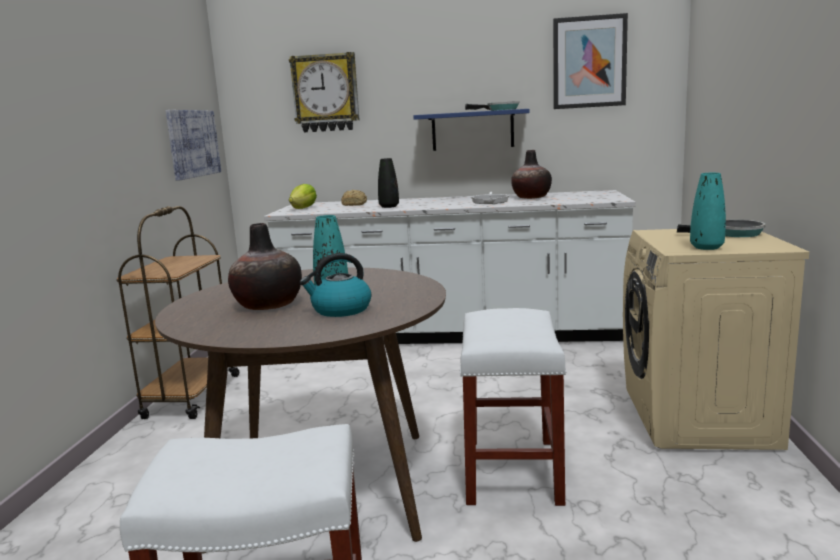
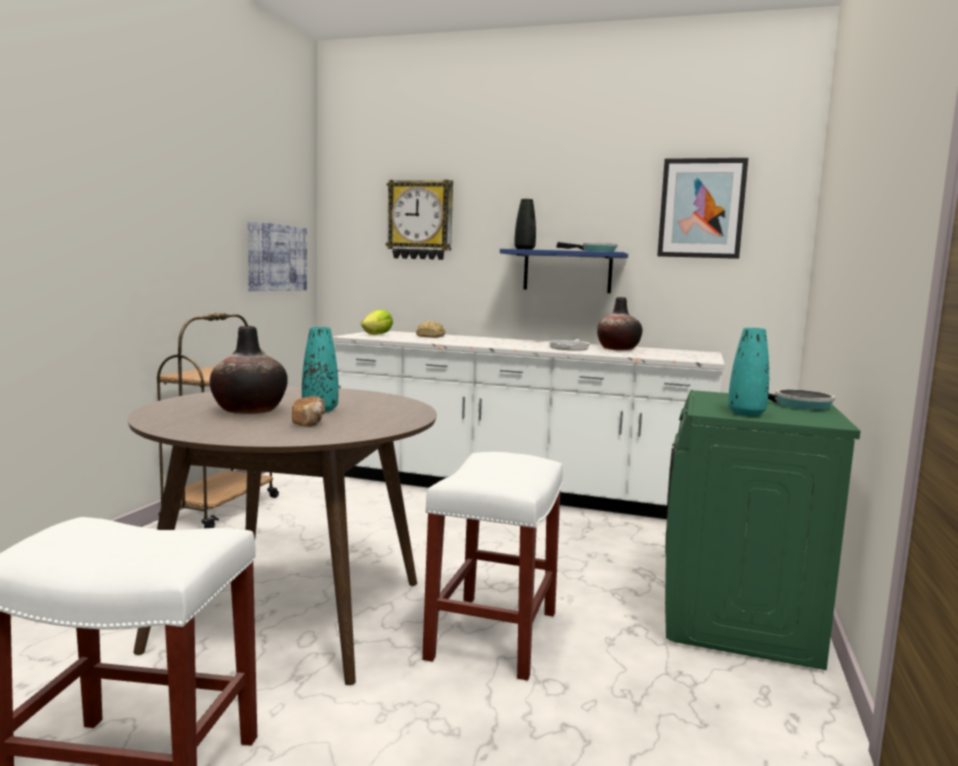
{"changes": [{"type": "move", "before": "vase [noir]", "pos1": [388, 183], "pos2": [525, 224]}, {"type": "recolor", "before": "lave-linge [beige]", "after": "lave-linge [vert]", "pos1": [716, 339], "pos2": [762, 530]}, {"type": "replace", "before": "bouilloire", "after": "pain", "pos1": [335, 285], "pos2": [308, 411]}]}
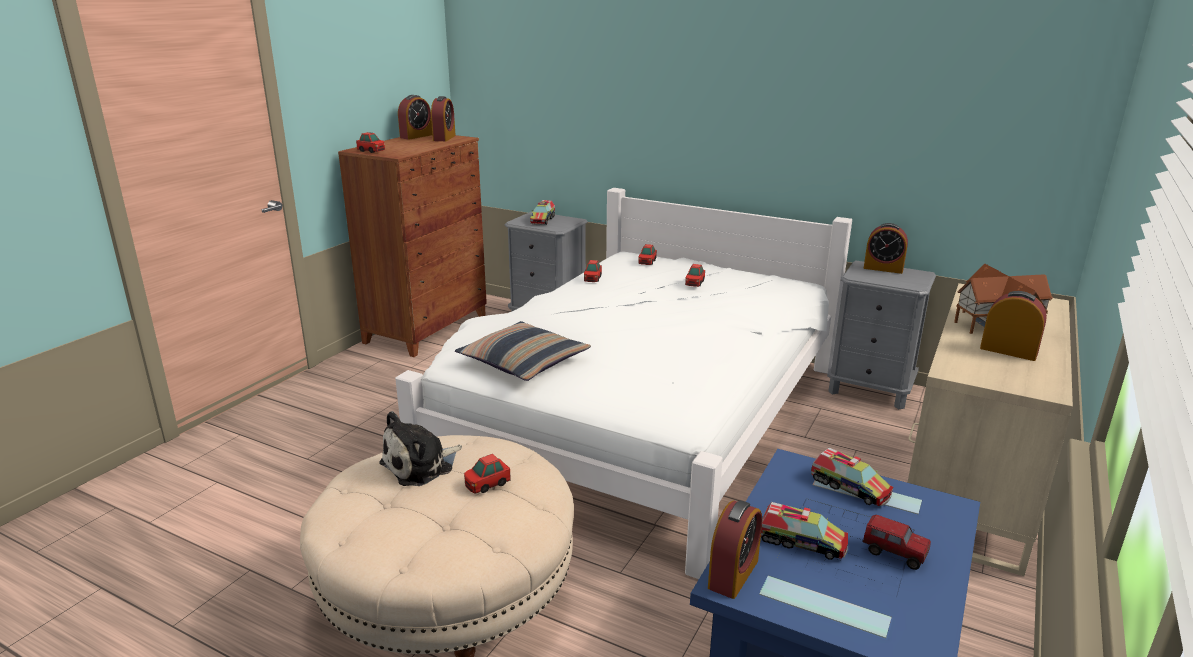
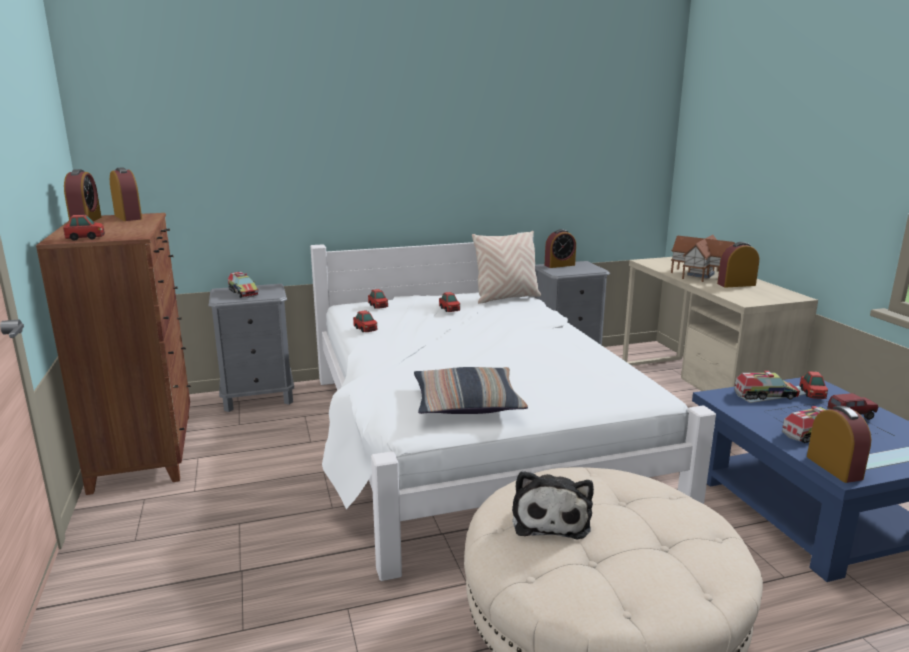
{"changes": [{"type": "move", "before": "petite voiture", "pos1": [487, 474], "pos2": [813, 385]}, {"type": "insert", "after": "coussin [beige]", "pos2": [506, 267]}]}
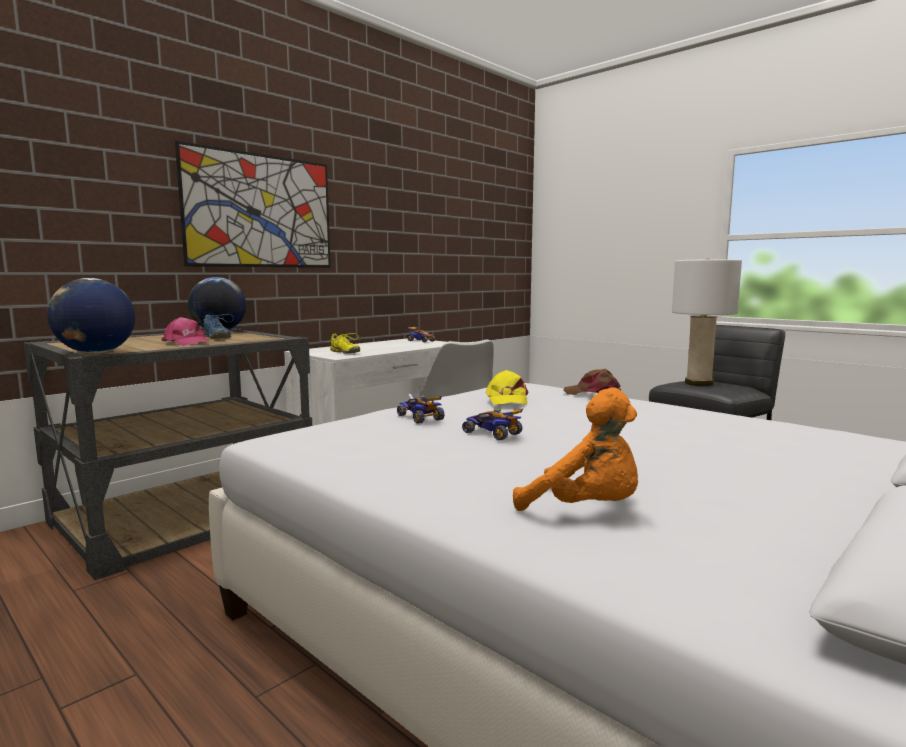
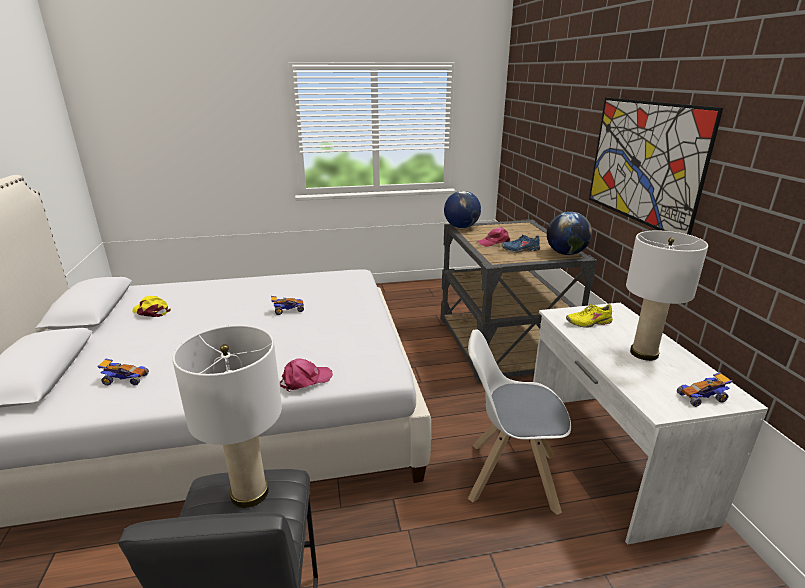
{"changes": [{"type": "recolor", "before": "casquette [marron]", "after": "casquette [rose]", "pos1": [592, 382], "pos2": [306, 375]}, {"type": "move", "before": "casquette [jaune]", "pos1": [507, 387], "pos2": [151, 306]}, {"type": "delete", "before": "peluche [orange]", "pos1": [575, 449]}, {"type": "move", "before": "petite voiture", "pos1": [420, 410], "pos2": [123, 372]}, {"type": "insert", "after": "lampe de table [blanc]", "pos2": [667, 296]}]}
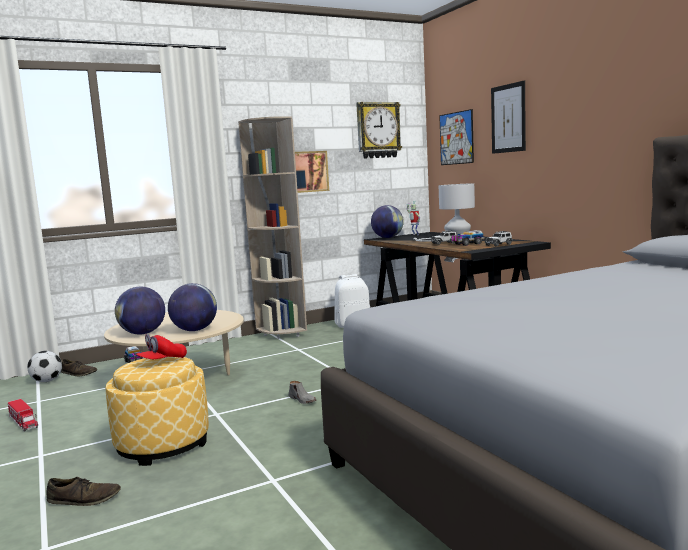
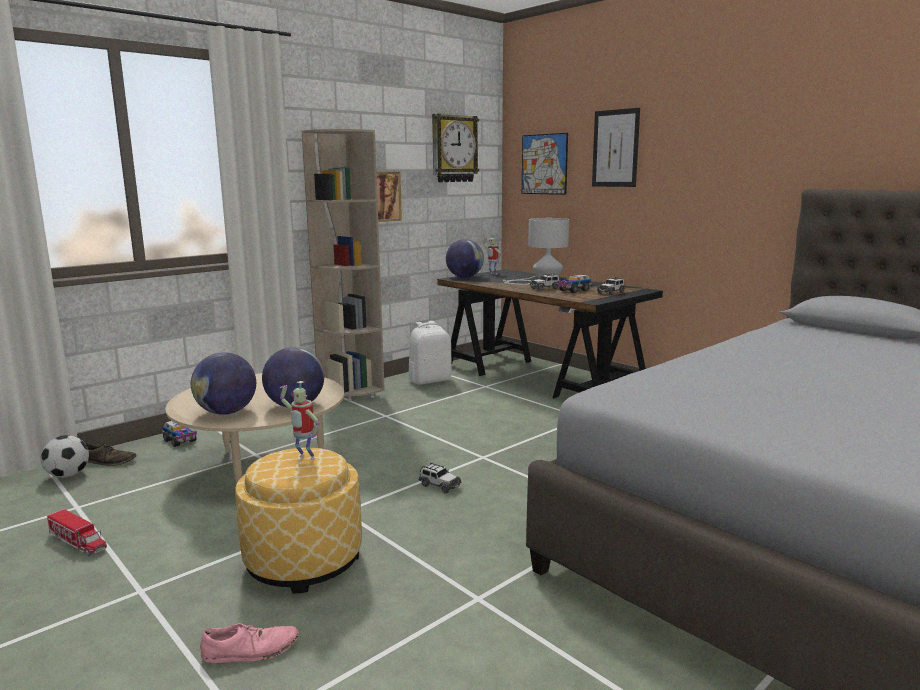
{"changes": [{"type": "replace", "before": "casquette [rouge]", "after": "robot jouet", "pos1": [161, 346], "pos2": [300, 420]}, {"type": "replace", "before": "chaussure [gris]", "after": "petite voiture", "pos1": [302, 392], "pos2": [440, 478]}, {"type": "recolor", "before": "chaussure [marron]", "after": "chaussure [rose]", "pos1": [83, 491], "pos2": [249, 643]}]}
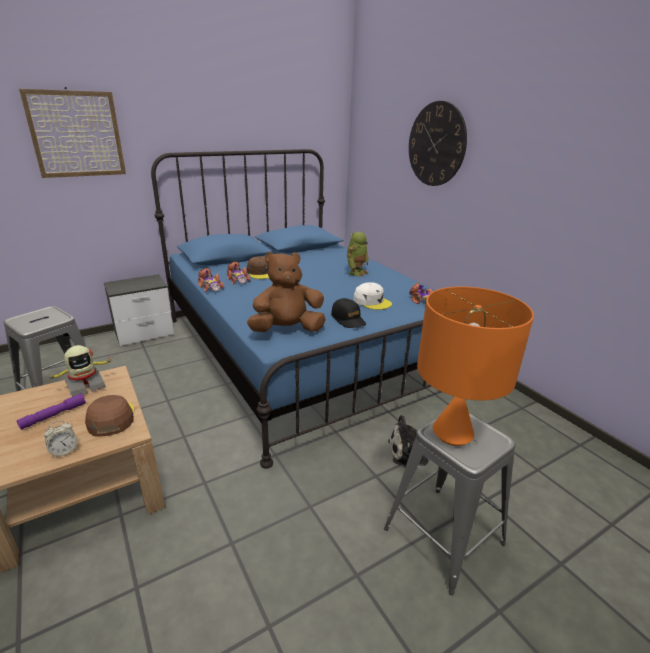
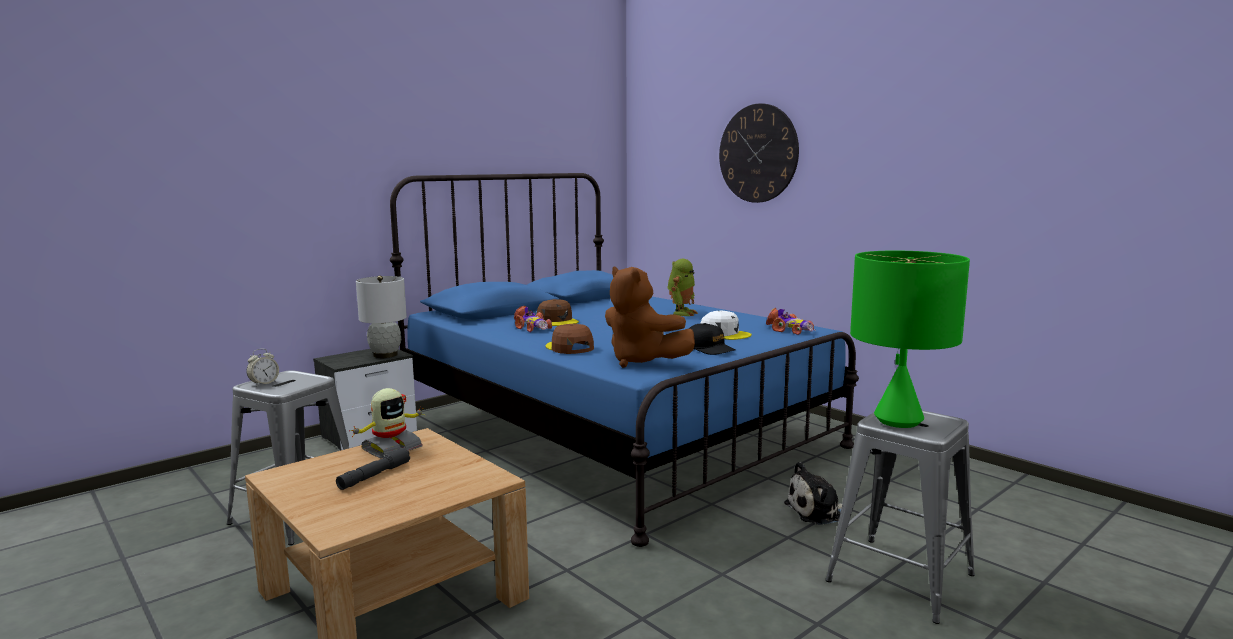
{"changes": [{"type": "delete", "before": "tableau", "pos1": [72, 132]}, {"type": "rotate", "before": "peluche [marron]", "pos1": [286, 292], "pos2": [650, 317], "turn": -105}, {"type": "delete", "before": "petite voiture", "pos1": [211, 280]}, {"type": "recolor", "before": "lampe de table [orange]", "after": "lampe de table [vert]", "pos1": [475, 366], "pos2": [910, 339]}, {"type": "recolor", "before": "lampe de poche [violet]", "after": "lampe de poche [gris]", "pos1": [51, 411], "pos2": [373, 469]}, {"type": "move", "before": "casquette [marron]", "pos1": [109, 416], "pos2": [570, 339]}, {"type": "move", "before": "réveil", "pos1": [60, 439], "pos2": [262, 367]}, {"type": "insert", "after": "lampe de table [blanc]", "pos2": [381, 317]}]}
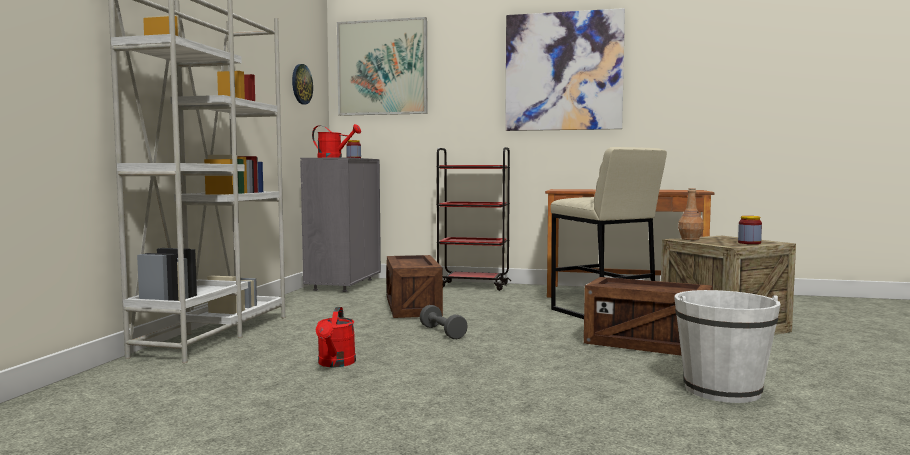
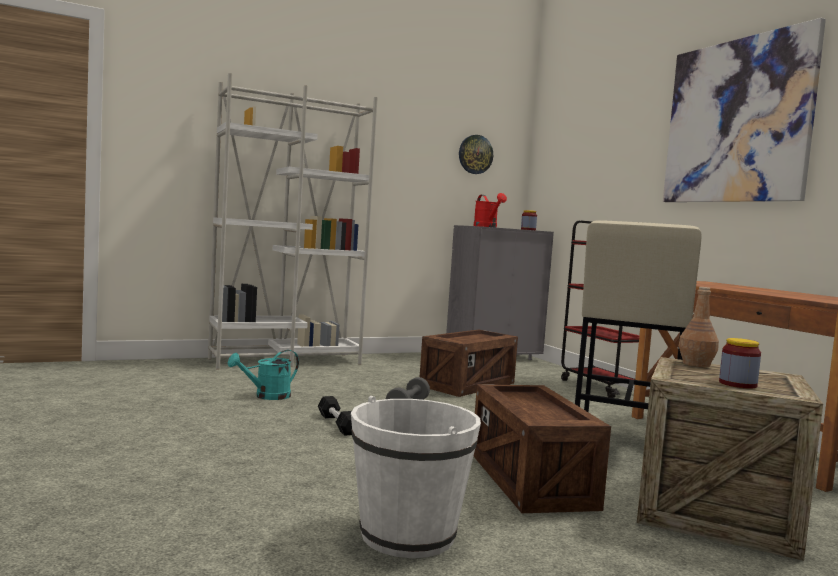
{"changes": [{"type": "delete", "before": "tableau", "pos1": [382, 66]}, {"type": "recolor", "before": "arrosoir [rouge]", "after": "arrosoir [turquoise]", "pos1": [335, 337], "pos2": [263, 375]}, {"type": "insert", "after": "haltère [noir]", "pos2": [335, 416]}]}
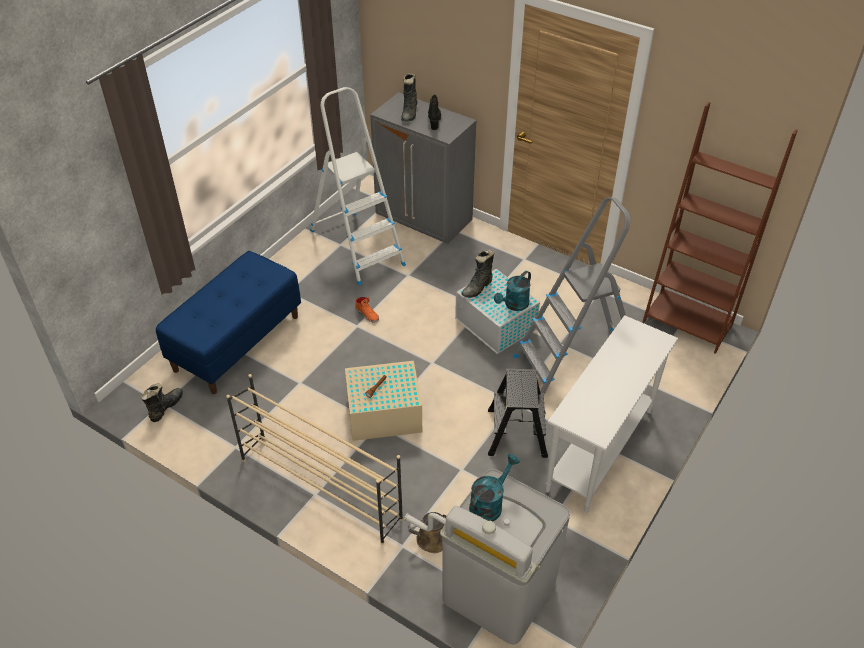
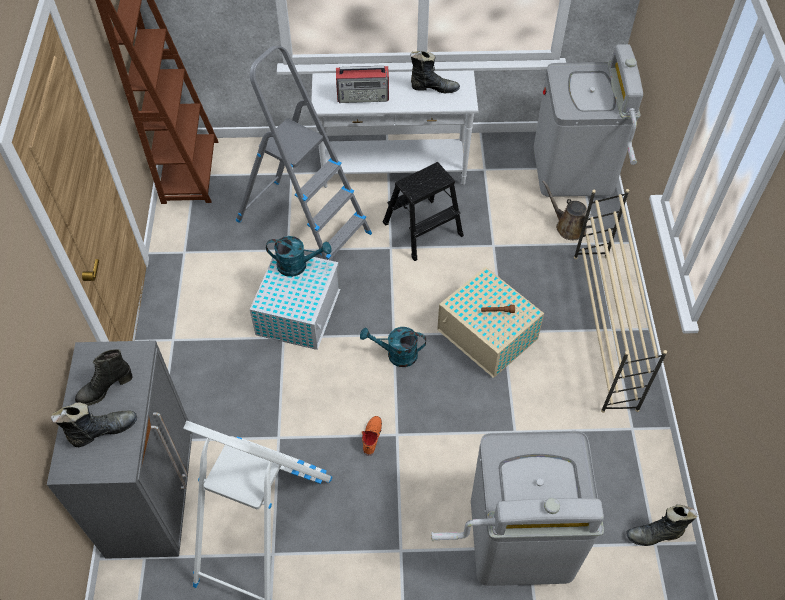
{"changes": [{"type": "move", "before": "botte [noir]", "pos1": [477, 274], "pos2": [435, 72]}, {"type": "replace", "before": "banc [bleu]", "after": "lave-linge [gris]", "pos1": [228, 322], "pos2": [517, 508]}, {"type": "move", "before": "arrosoir [turquoise]", "pos1": [494, 487], "pos2": [393, 347]}, {"type": "insert", "after": "radio", "pos2": [362, 84]}]}
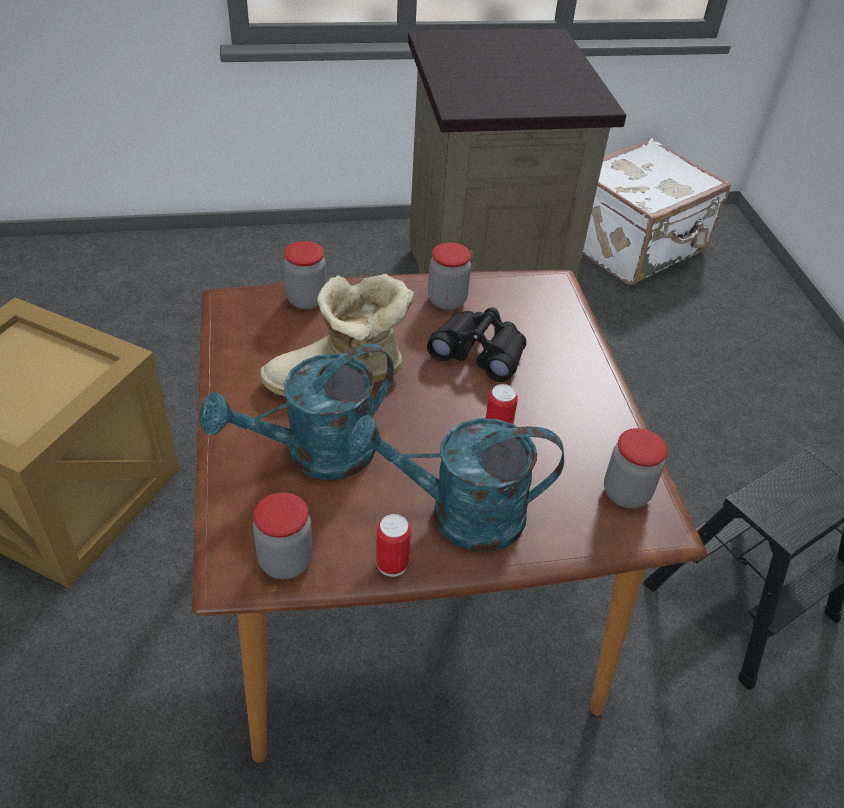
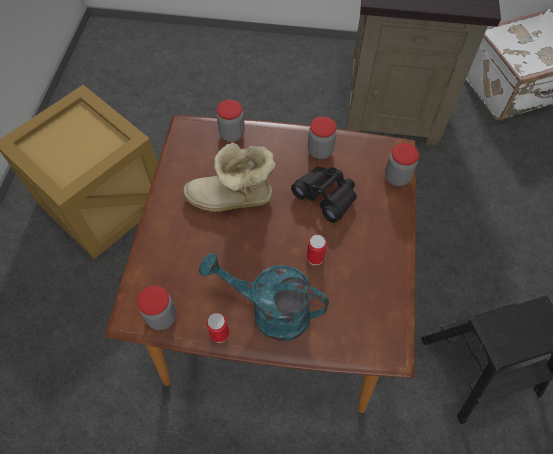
{"changes": [{"type": "delete", "before": "arrosoir [turquoise]", "pos1": [296, 411]}, {"type": "move", "before": "bocal", "pos1": [636, 468], "pos2": [402, 164]}]}
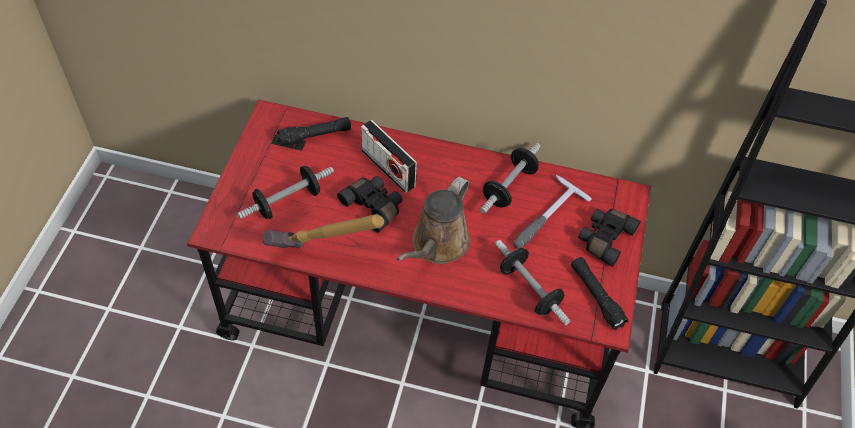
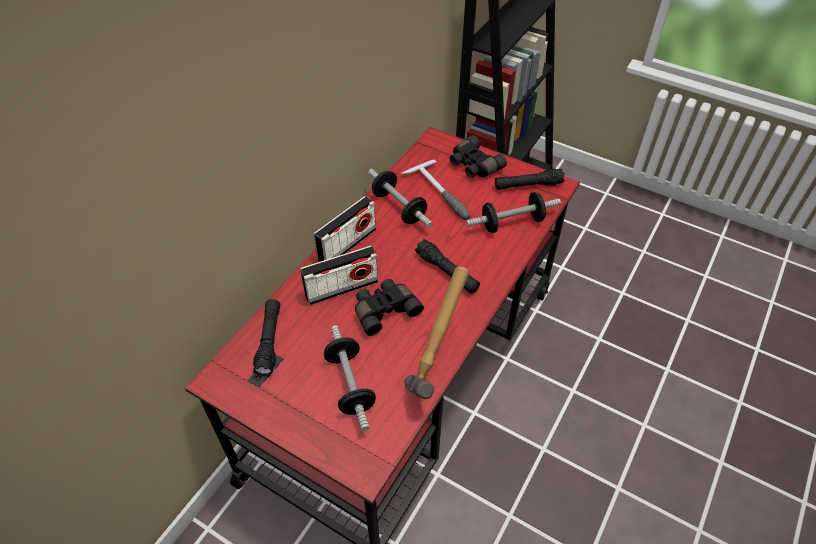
{"changes": [{"type": "replace", "before": "arrosoir [marron]", "after": "lampe de poche [noir]", "pos1": [433, 220], "pos2": [447, 266]}, {"type": "insert", "after": "radio", "pos2": [345, 229]}]}
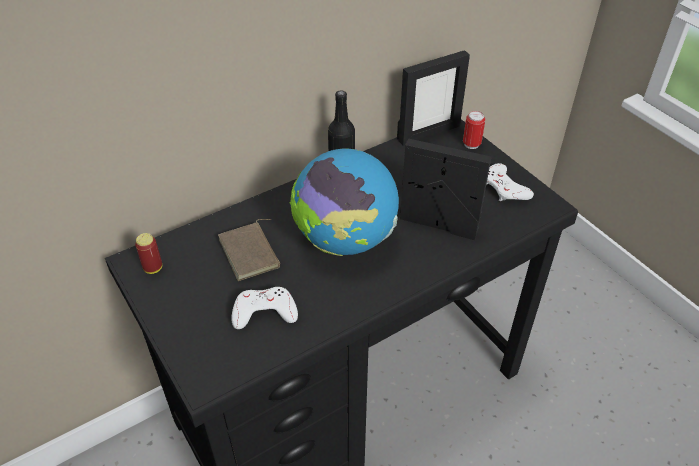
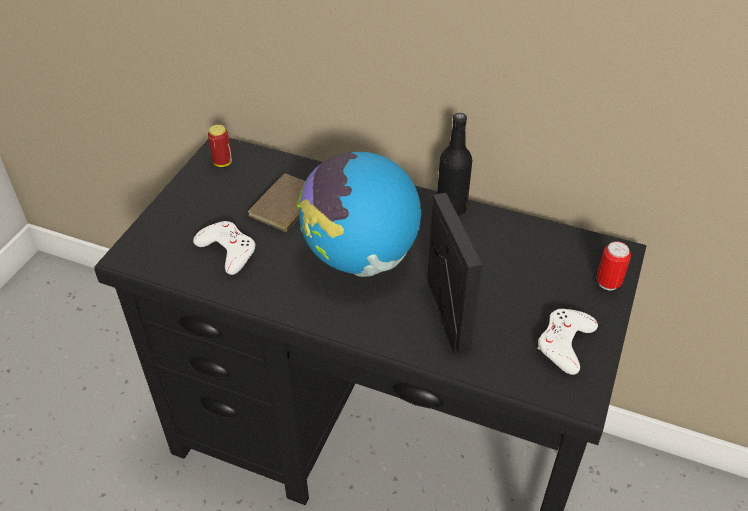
{"changes": [{"type": "delete", "before": "cadre photo", "pos1": [433, 98]}]}
